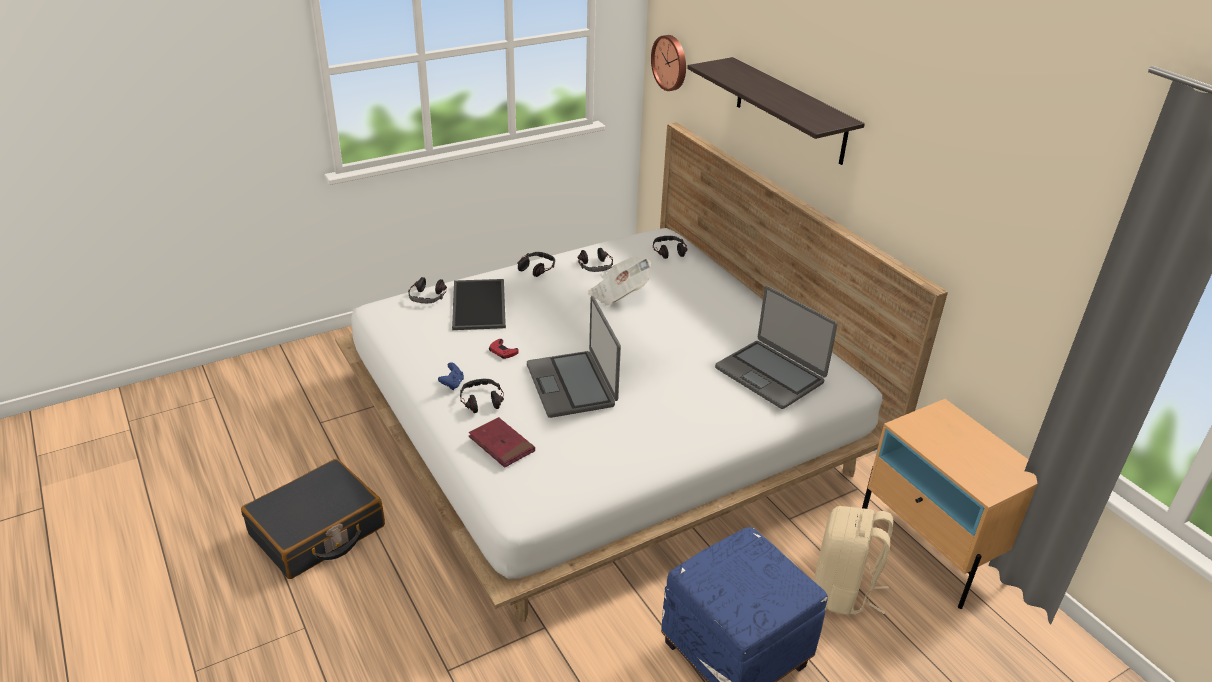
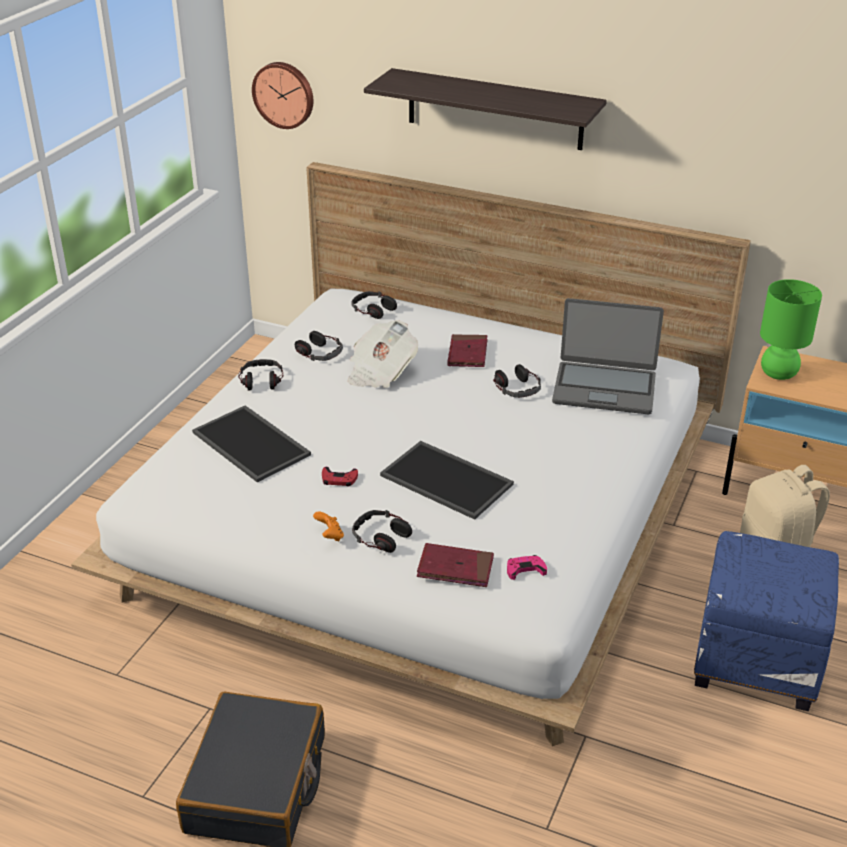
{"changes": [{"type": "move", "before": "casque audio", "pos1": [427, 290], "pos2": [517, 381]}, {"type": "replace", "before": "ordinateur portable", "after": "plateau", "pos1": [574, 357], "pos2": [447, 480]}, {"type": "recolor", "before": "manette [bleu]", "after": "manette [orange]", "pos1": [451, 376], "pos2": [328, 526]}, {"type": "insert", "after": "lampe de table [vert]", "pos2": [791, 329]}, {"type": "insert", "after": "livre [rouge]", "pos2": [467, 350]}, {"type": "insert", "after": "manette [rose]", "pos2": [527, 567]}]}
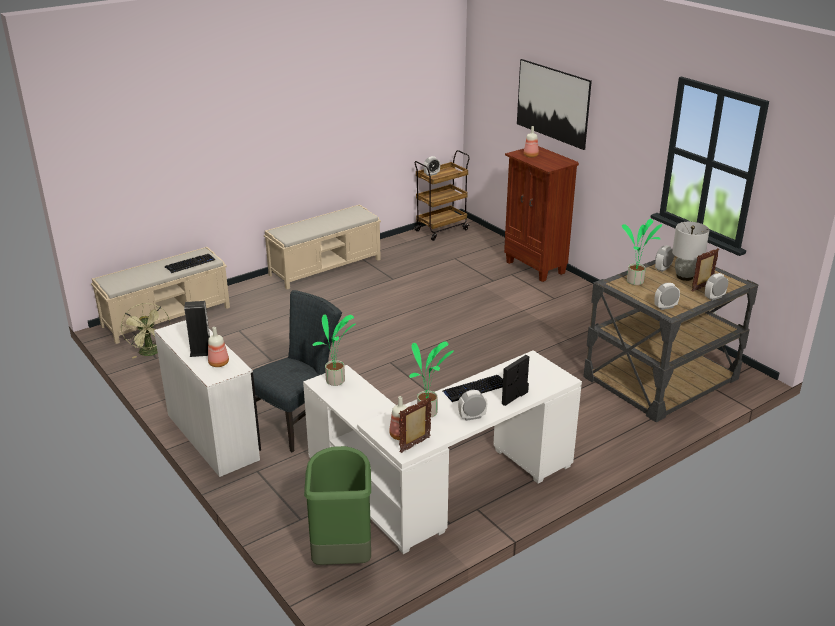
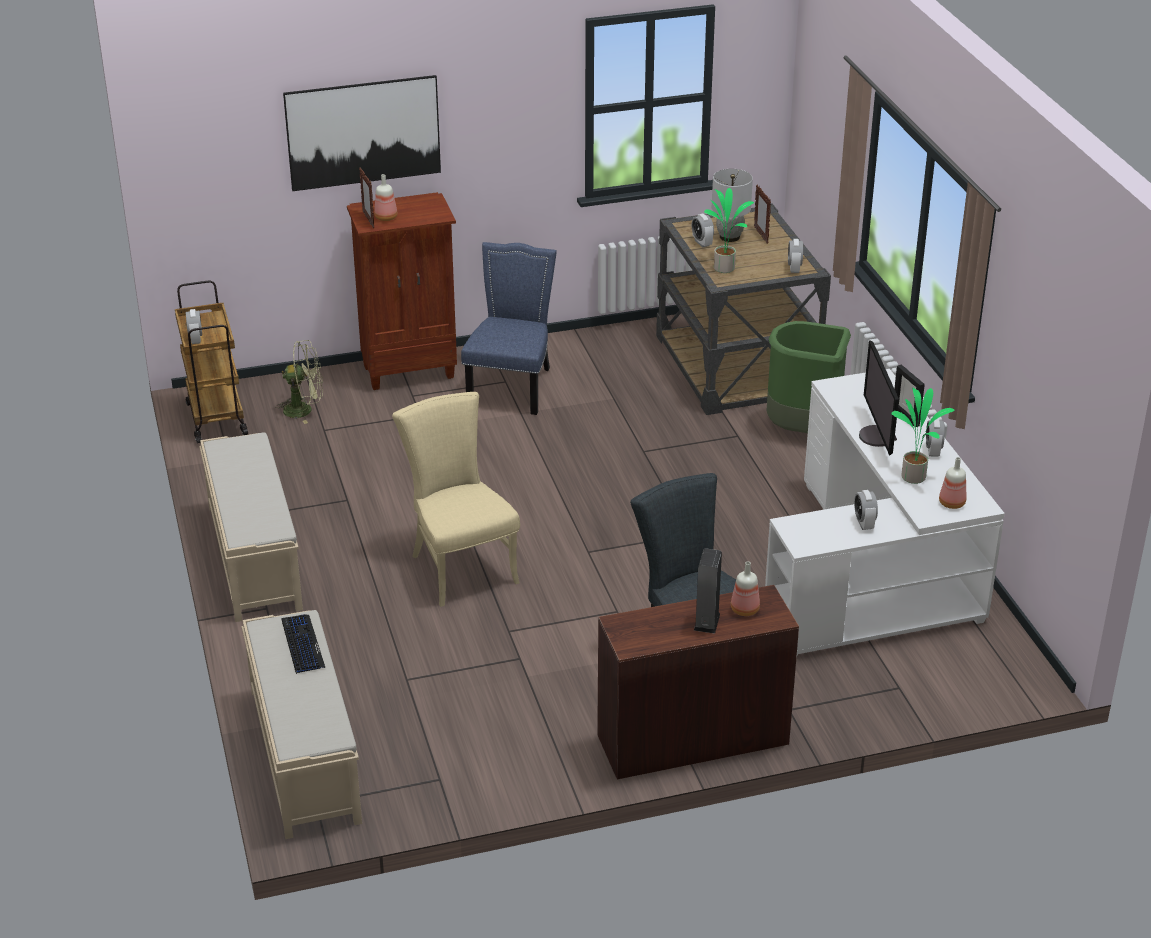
{"changes": [{"type": "move", "before": "réveil", "pos1": [716, 287], "pos2": [866, 510]}, {"type": "move", "before": "ventilateur [vert]", "pos1": [145, 330], "pos2": [299, 382]}, {"type": "delete", "before": "plante en pot", "pos1": [334, 350]}, {"type": "recolor", "before": "bureau [blanc]", "after": "bureau [marron]", "pos1": [207, 398], "pos2": [698, 682]}, {"type": "replace", "before": "clavier", "after": "écran d'ordinateur", "pos1": [473, 388], "pos2": [879, 398]}, {"type": "move", "before": "cadre photo", "pos1": [415, 425], "pos2": [366, 197]}, {"type": "move", "before": "poubelle [vert]", "pos1": [337, 505], "pos2": [808, 377]}, {"type": "insert", "after": "chaise [bleu]", "pos2": [509, 328]}, {"type": "insert", "after": "chaise [beige]", "pos2": [456, 499]}]}
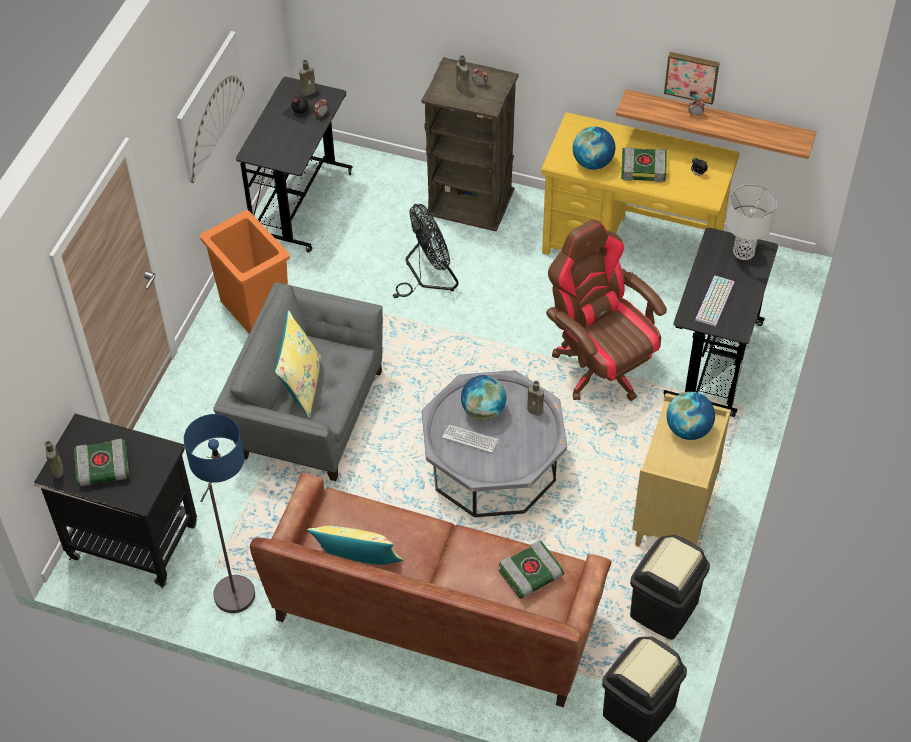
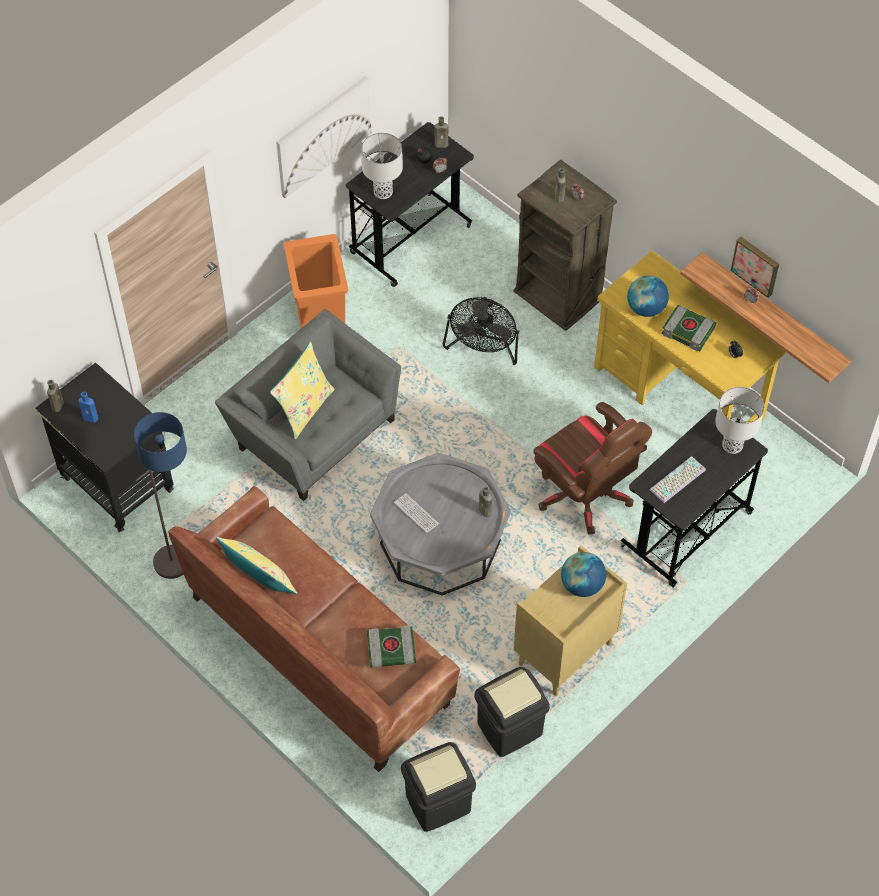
{"changes": [{"type": "rotate", "before": "ventilateur [noir]", "pos1": [426, 251], "pos2": [481, 331], "turn": 105}, {"type": "rotate", "before": "chaise de bureau [marron]", "pos1": [606, 310], "pos2": [592, 468], "turn": 150}, {"type": "delete", "before": "globe", "pos1": [483, 397]}, {"type": "replace", "before": "livre", "after": "bouteille [bleu]", "pos1": [101, 462], "pos2": [88, 407]}, {"type": "insert", "after": "lampe de table [blanc]", "pos2": [382, 166]}]}
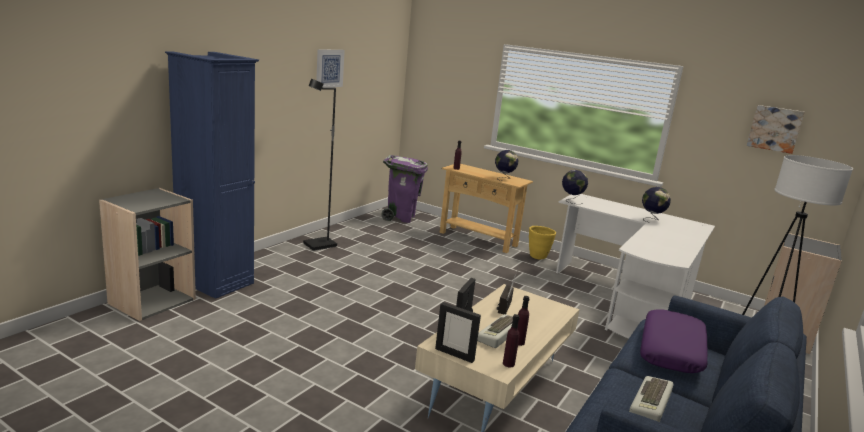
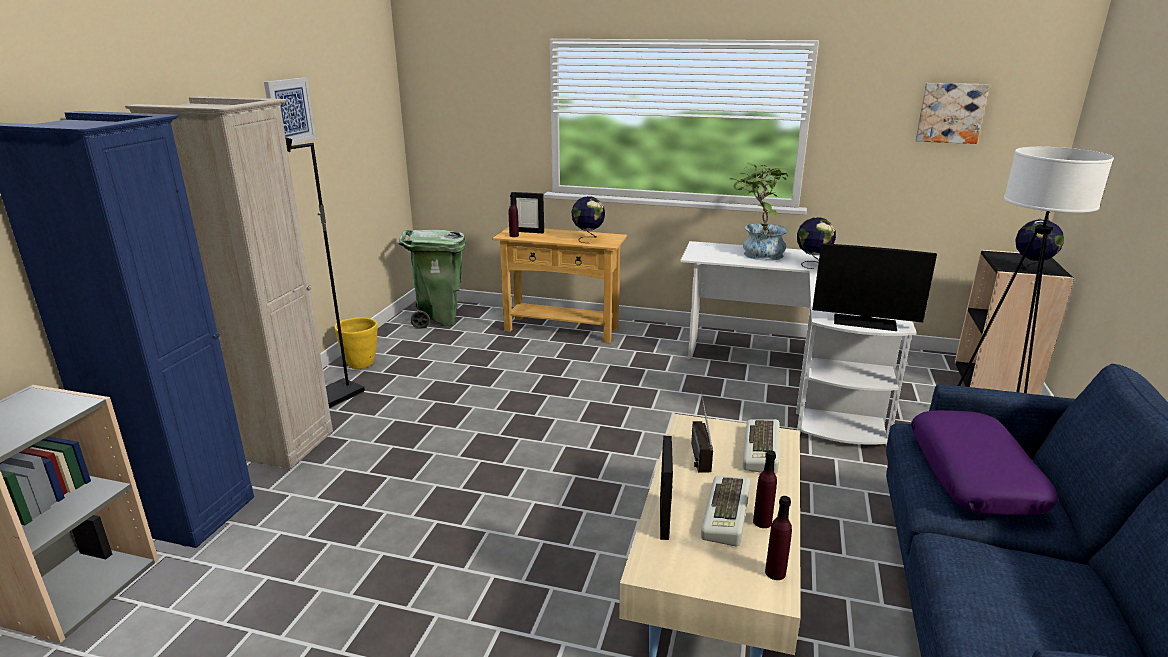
{"changes": [{"type": "recolor", "before": "poubelle [violet]", "after": "poubelle [vert]", "pos1": [404, 189], "pos2": [432, 279]}, {"type": "move", "before": "globe", "pos1": [575, 187], "pos2": [1039, 247]}, {"type": "move", "before": "cache-pot [jaune]", "pos1": [542, 243], "pos2": [355, 343]}, {"type": "move", "before": "cadre photo", "pos1": [458, 332], "pos2": [527, 212]}, {"type": "move", "before": "clavier", "pos1": [651, 399], "pos2": [761, 446]}, {"type": "insert", "after": "meuble de rangement [beige]", "pos2": [229, 282]}, {"type": "insert", "after": "plante en pot", "pos2": [758, 211]}, {"type": "insert", "after": "écran d'ordinateur", "pos2": [874, 287]}]}
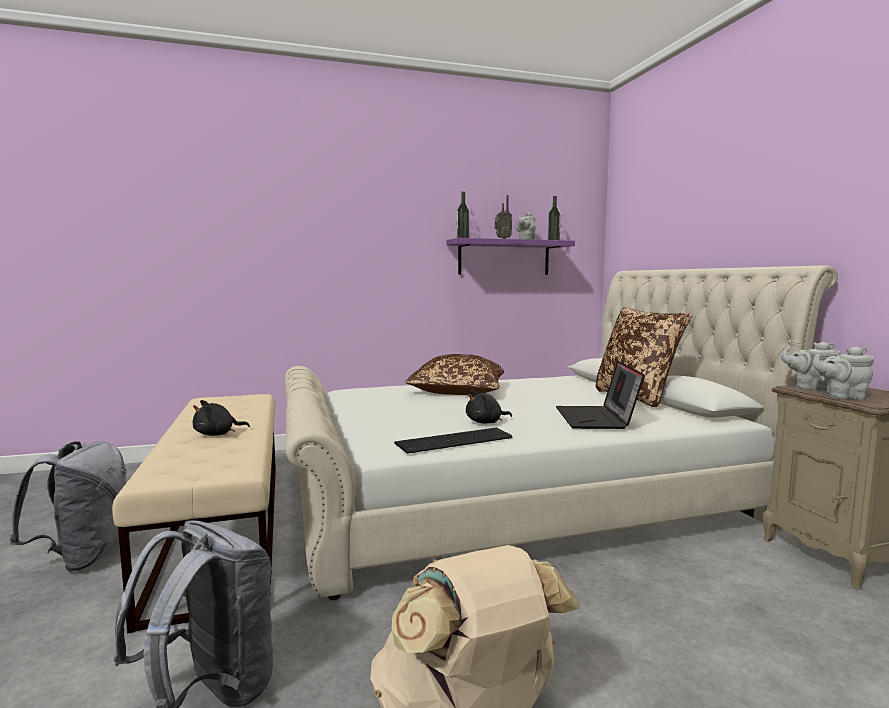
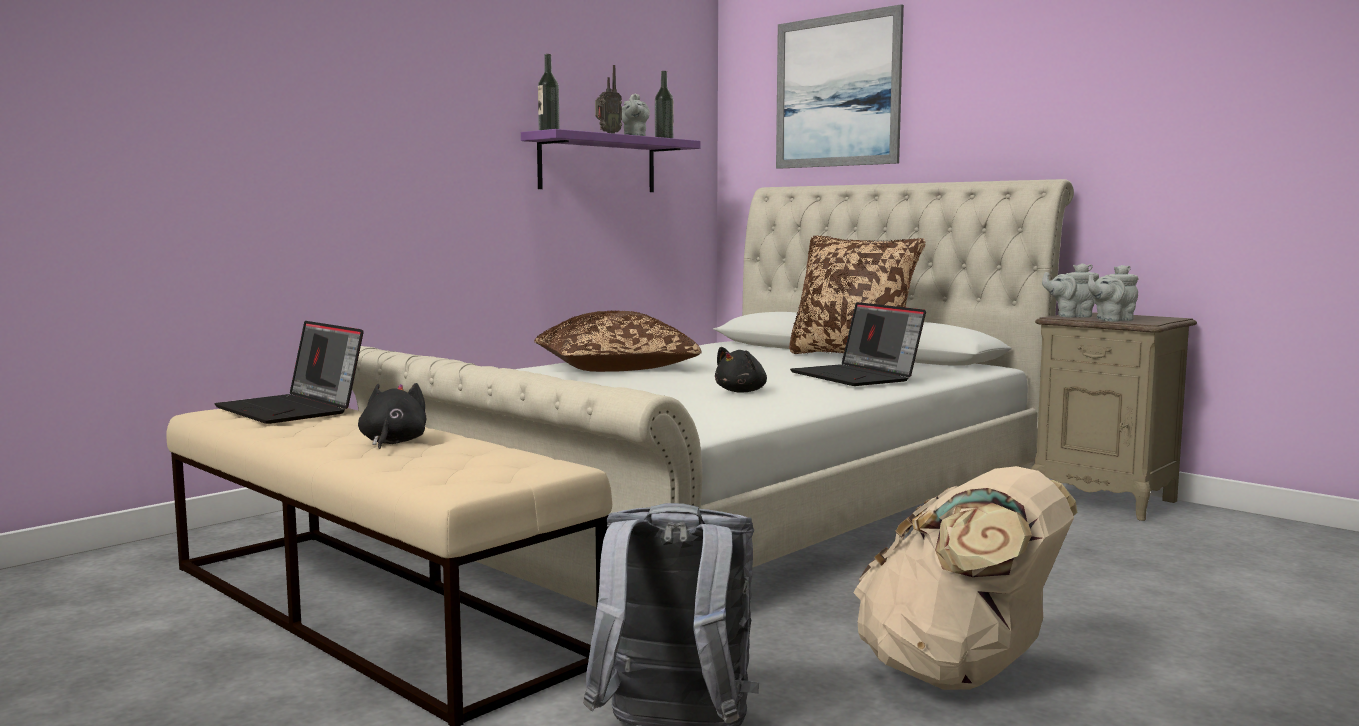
{"changes": [{"type": "rotate", "before": "peluche [noir]", "pos1": [221, 418], "pos2": [392, 416], "turn": 150}, {"type": "delete", "before": "clavier", "pos1": [453, 441]}, {"type": "delete", "before": "sac à dos [gris]", "pos1": [69, 506]}, {"type": "insert", "after": "tableau", "pos2": [840, 86]}, {"type": "insert", "after": "ordinateur portable", "pos2": [289, 372]}]}
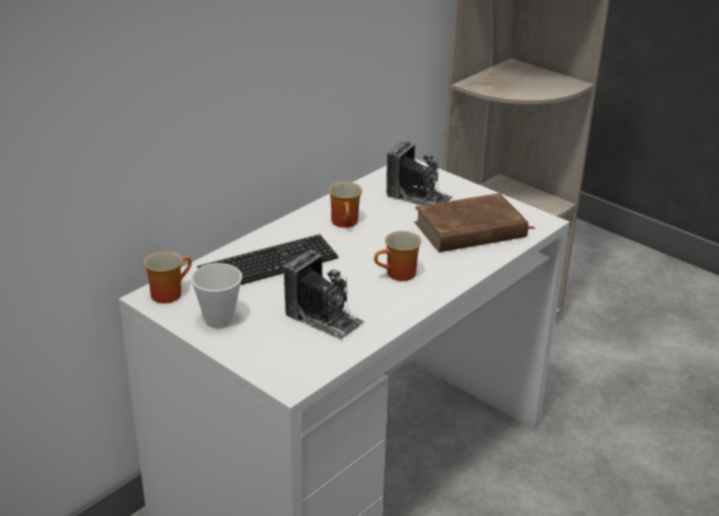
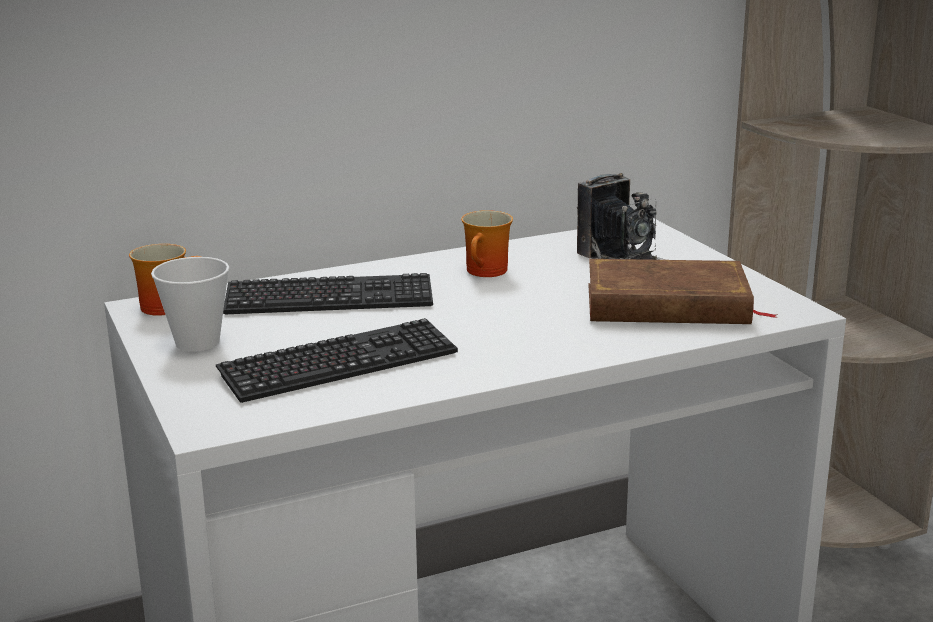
{"changes": [{"type": "delete", "before": "mug", "pos1": [398, 256]}, {"type": "replace", "before": "appareil photo", "after": "clavier", "pos1": [324, 295], "pos2": [337, 360]}]}
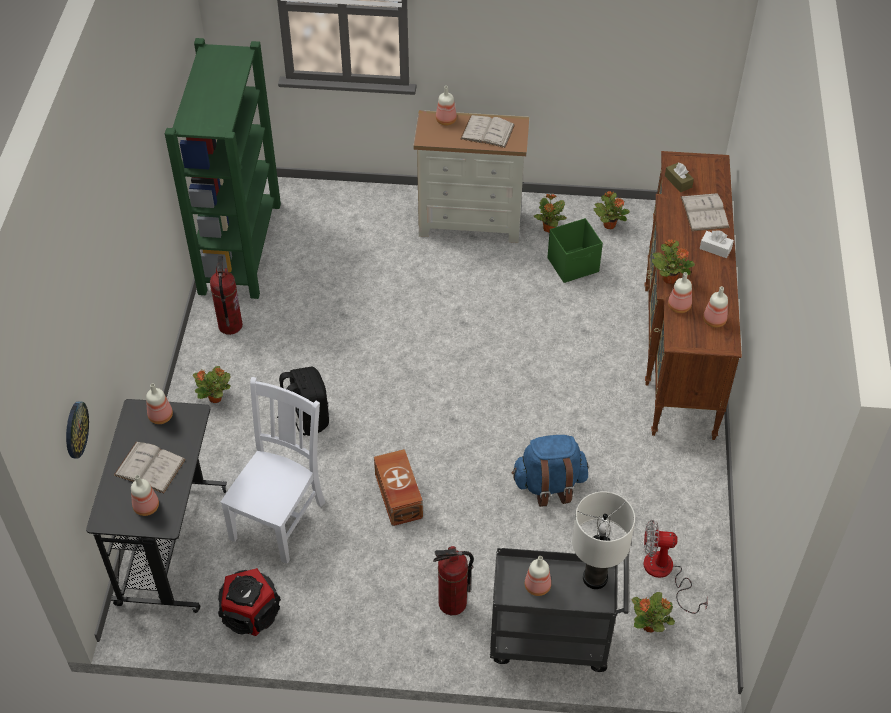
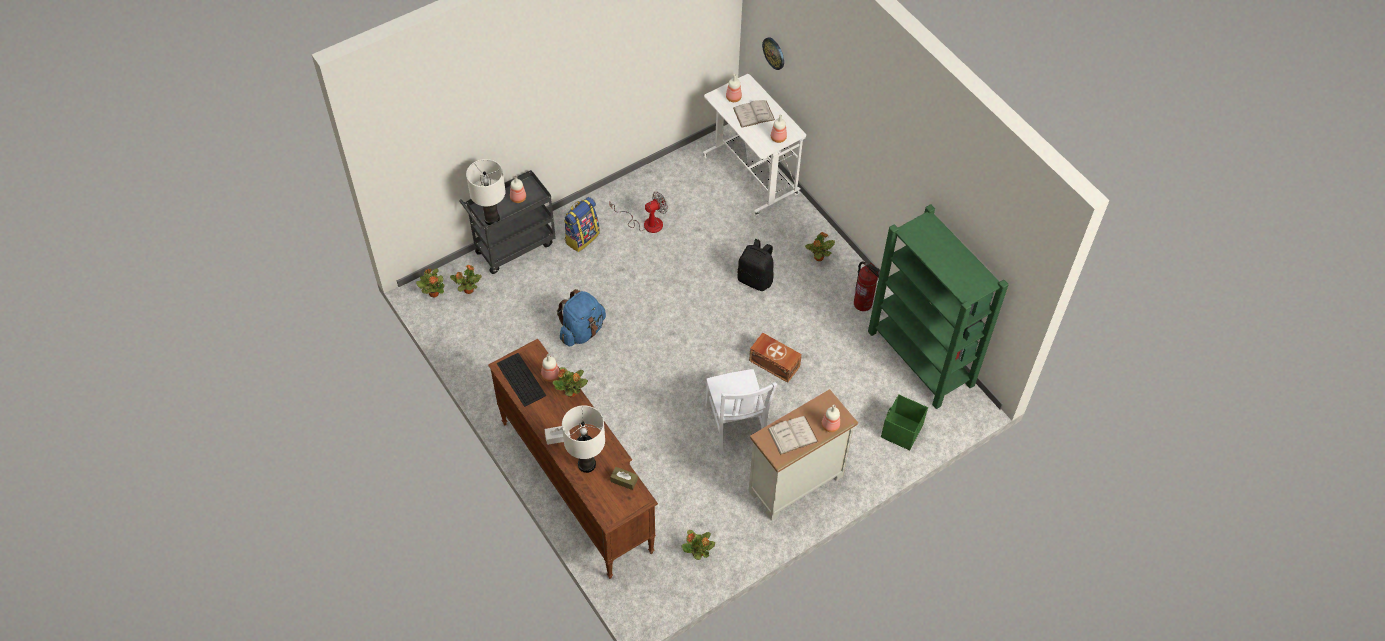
{"changes": [{"type": "replace", "before": "livre [blanc]", "after": "lampe de table [blanc]", "pos1": [705, 212], "pos2": [583, 439]}, {"type": "move", "before": "plante en pot", "pos1": [550, 213], "pos2": [430, 282]}, {"type": "move", "before": "boîte de rangement [vert]", "pos1": [575, 250], "pos2": [904, 422]}, {"type": "replace", "before": "bouteille", "after": "clavier", "pos1": [715, 307], "pos2": [521, 380]}, {"type": "move", "before": "chaise [blanc]", "pos1": [273, 470], "pos2": [741, 411]}, {"type": "recolor", "before": "bureau [noir]", "after": "bureau [blanc]", "pos1": [156, 506], "pos2": [754, 145]}, {"type": "move", "before": "boîte de rangement [marron]", "pos1": [398, 487], "pos2": [775, 357]}, {"type": "move", "before": "ventilateur", "pos1": [675, 567], "pos2": [638, 212]}, {"type": "replace", "before": "extincteur", "after": "sac à dos", "pos1": [453, 580], "pos2": [582, 224]}, {"type": "delete", "before": "enceinte", "pos1": [249, 602]}]}
